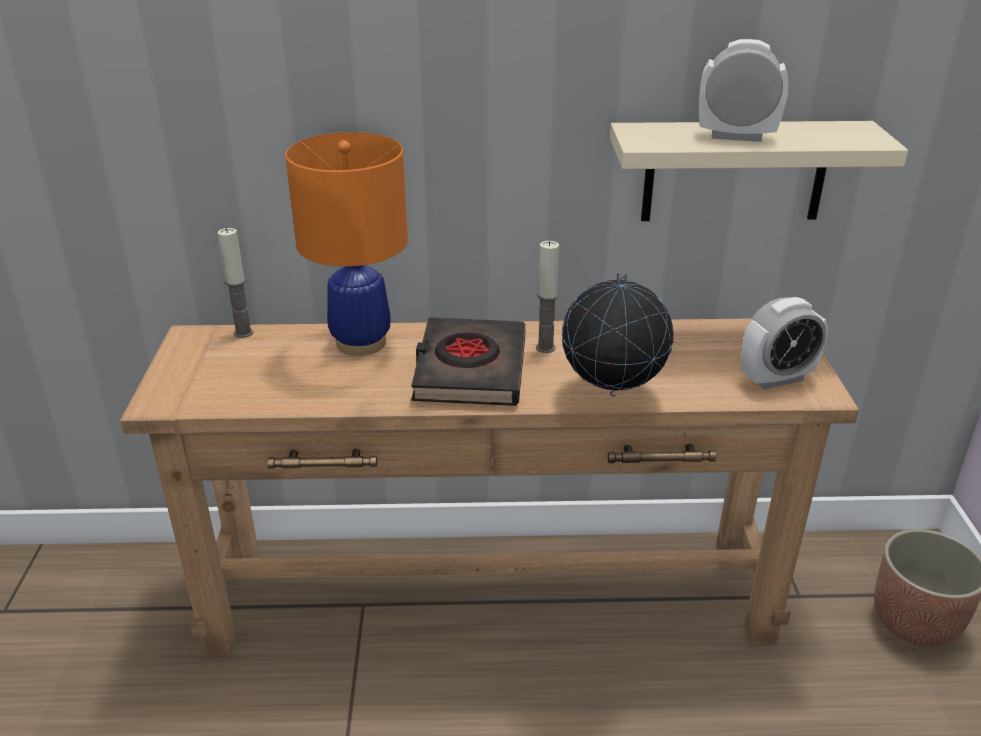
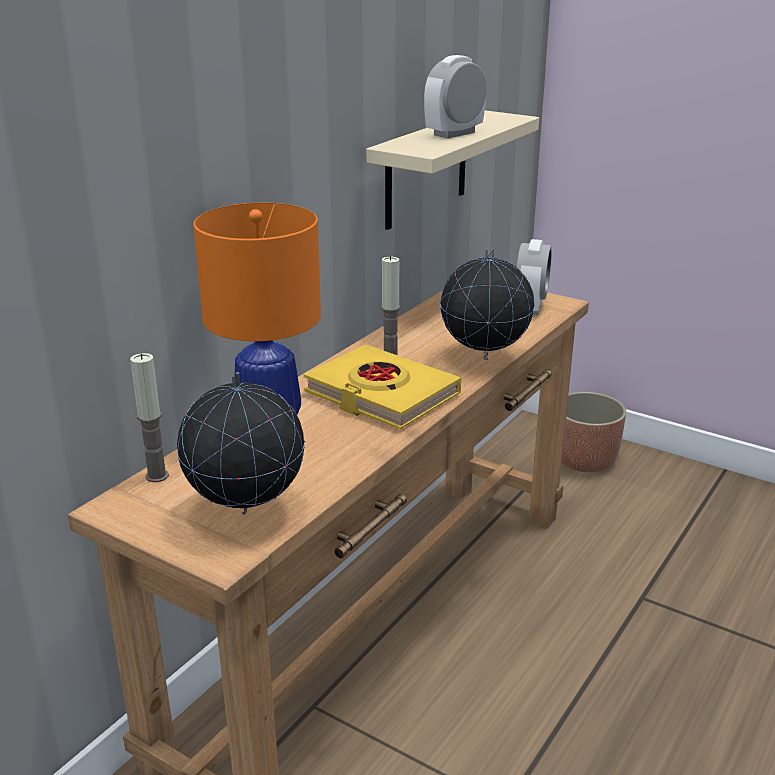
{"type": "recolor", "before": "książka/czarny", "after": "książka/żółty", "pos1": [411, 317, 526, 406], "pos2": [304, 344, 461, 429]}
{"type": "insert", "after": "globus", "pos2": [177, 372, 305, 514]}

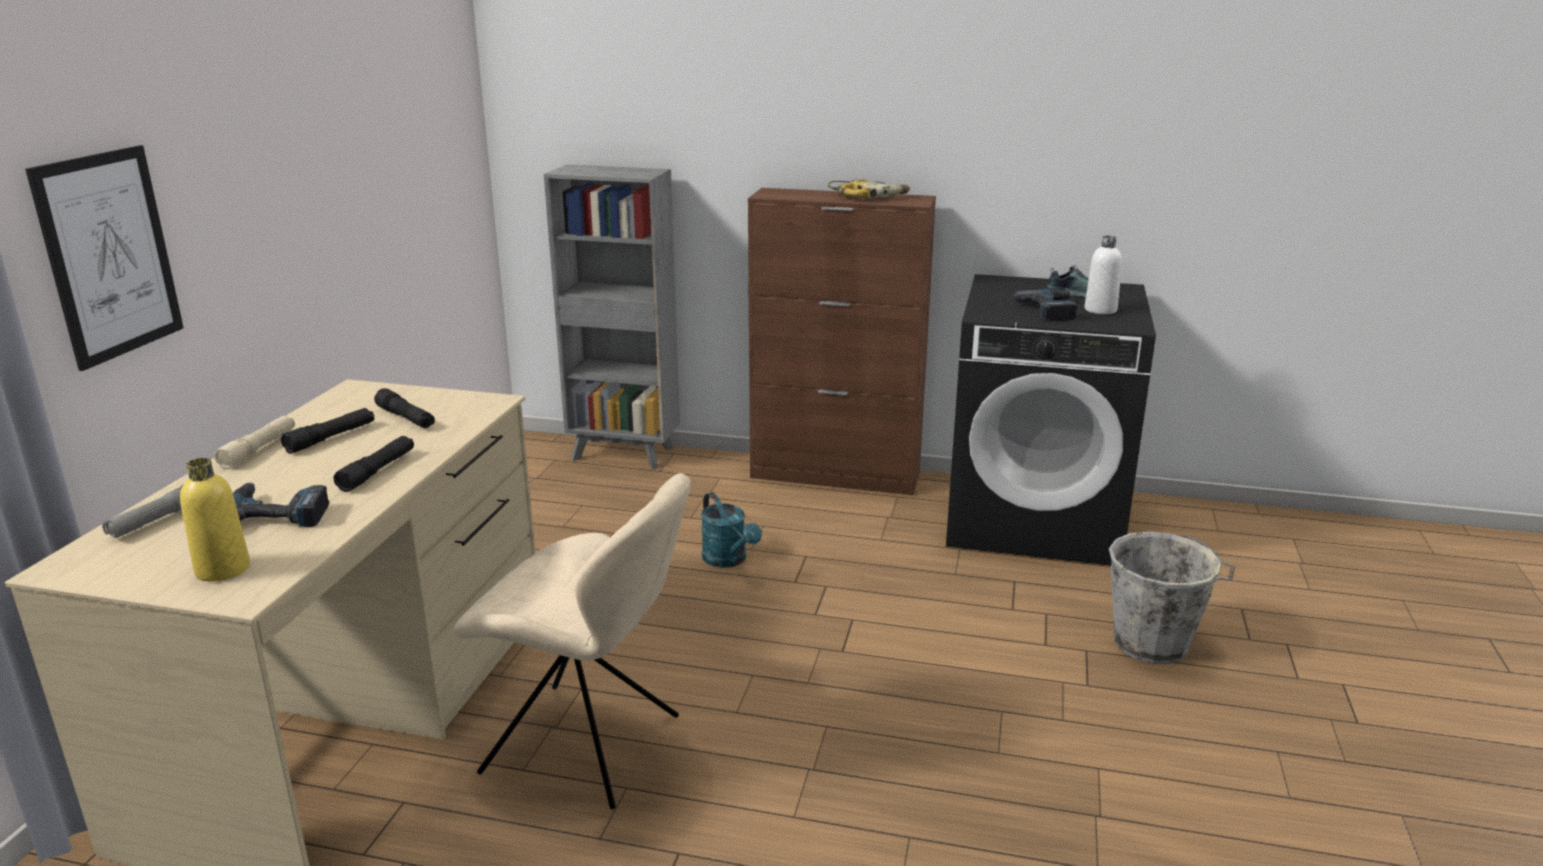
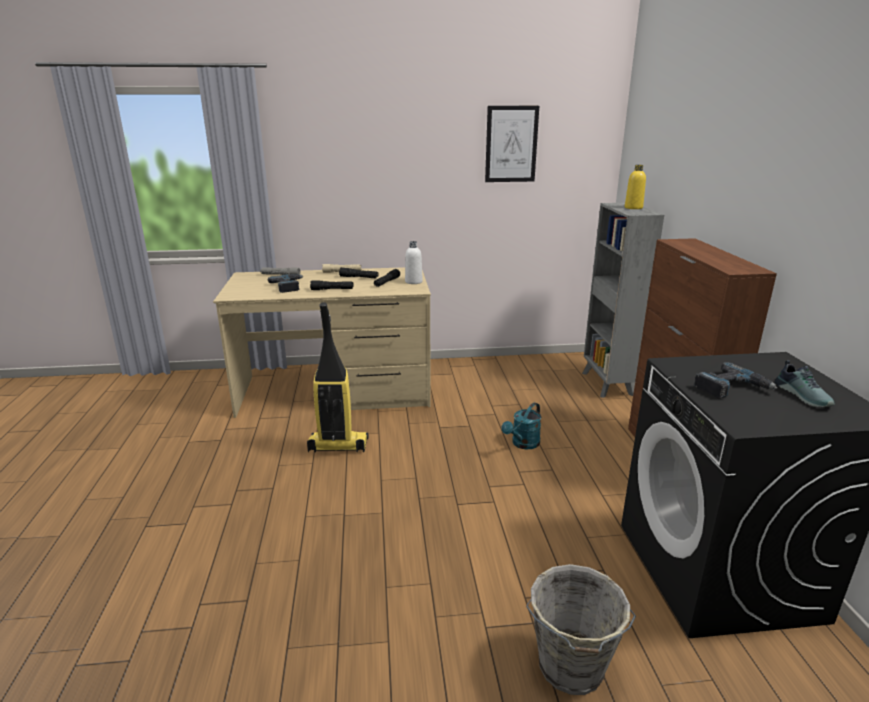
{"type": "move", "before": "obraz", "pos1": [25, 145, 184, 371], "pos2": [485, 106, 539, 182]}
{"type": "delete", "before": "wiertarka", "pos1": [828, 179, 910, 199]}
{"type": "move", "before": "butelka/biały", "pos1": [1085, 236, 1122, 314], "pos2": [405, 241, 423, 284]}
{"type": "move", "before": "butelka/żółty", "pos1": [180, 458, 250, 582], "pos2": [625, 165, 646, 209]}
{"type": "replace", "before": "krzesło/beżowy", "after": "odkurzacz", "pos1": [453, 473, 691, 809], "pos2": [307, 302, 368, 452]}

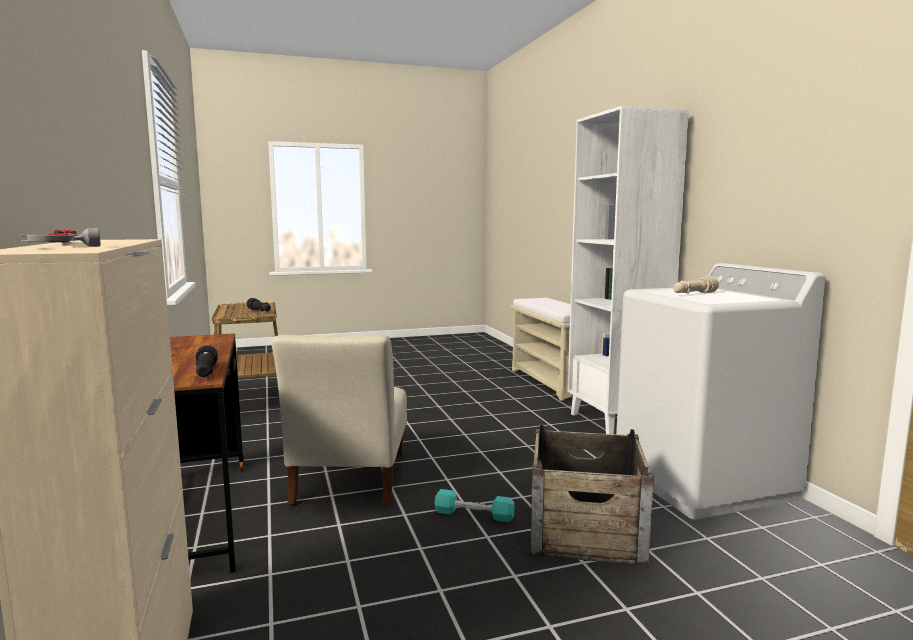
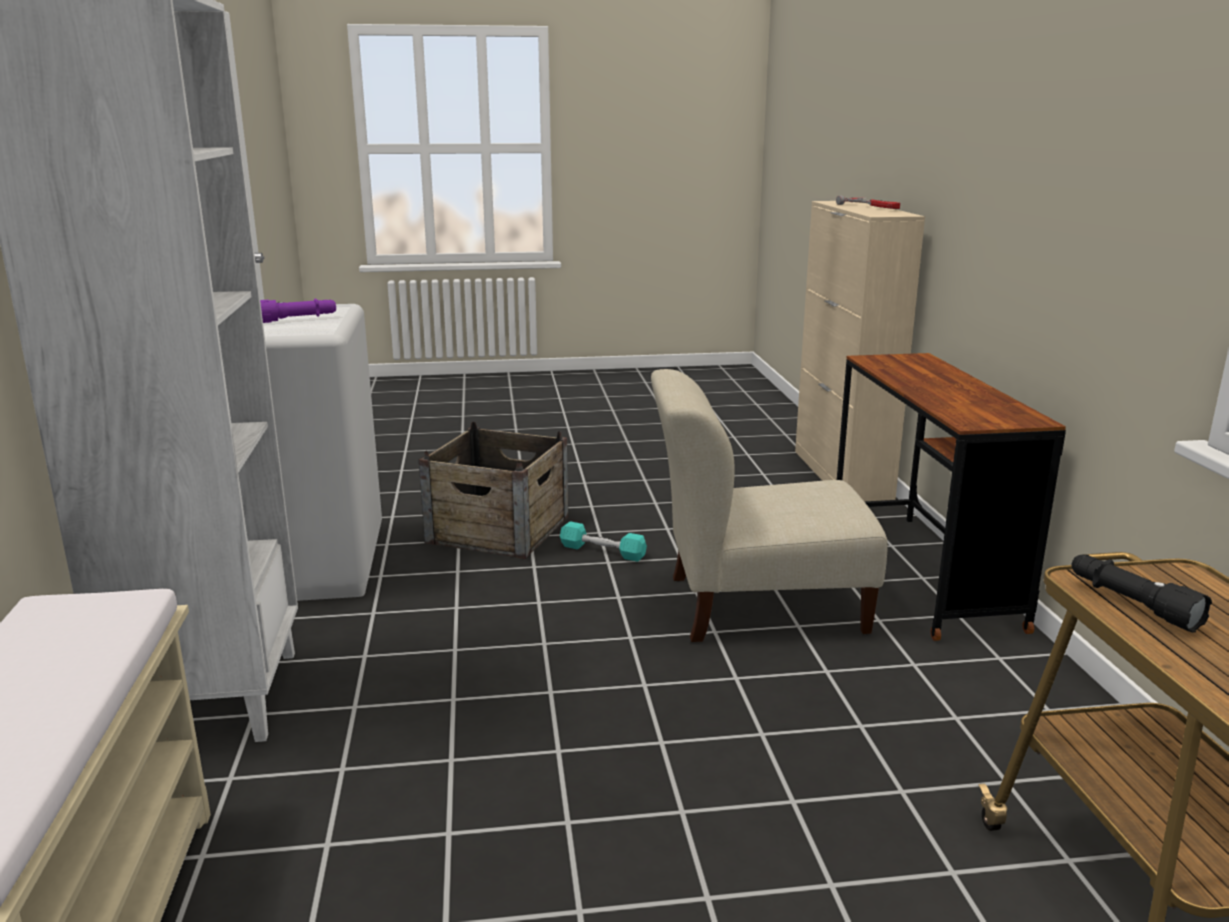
{"type": "recolor", "before": "latarka/beżowy", "after": "latarka/fioletowy", "pos1": [673, 276, 719, 294], "pos2": [260, 298, 336, 323]}
{"type": "rotate", "before": "krzesło/beżowy", "pos1": [271, 335, 407, 505], "pos2": [651, 369, 888, 642], "turn": -105}
{"type": "delete", "before": "latarka/czarny", "pos1": [196, 345, 218, 377]}

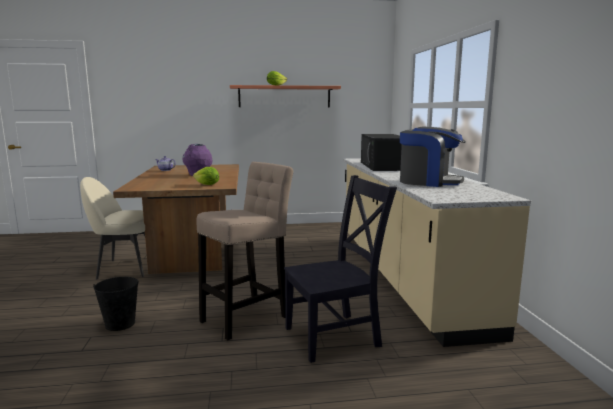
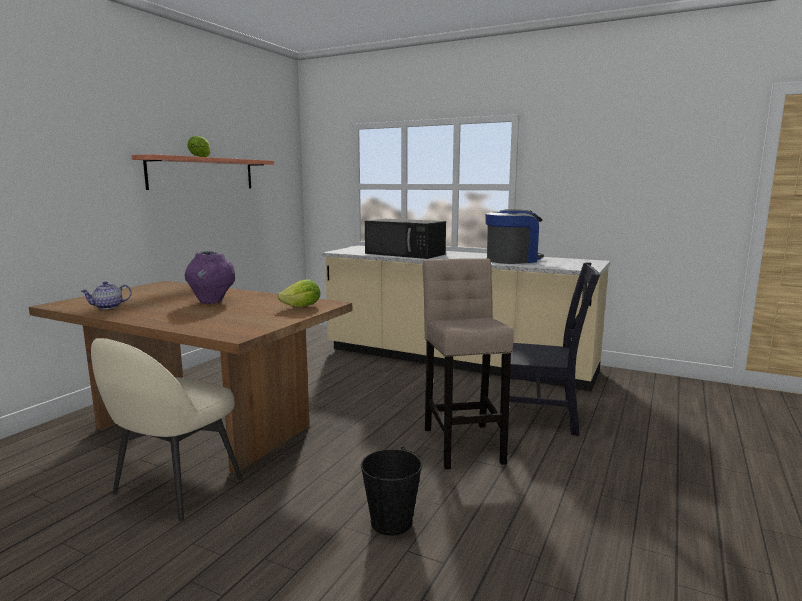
{"type": "rotate", "before": "krzesło/czarny", "pos1": [284, 175, 397, 363], "pos2": [499, 262, 600, 436], "turn": 90}

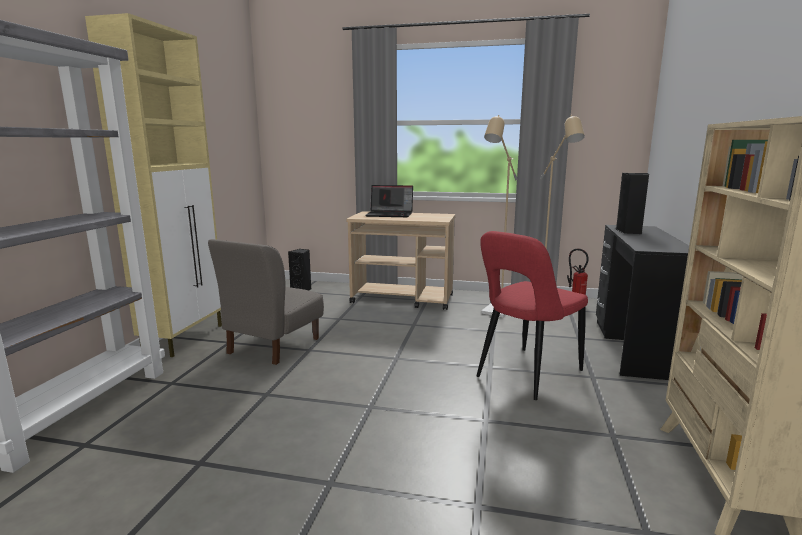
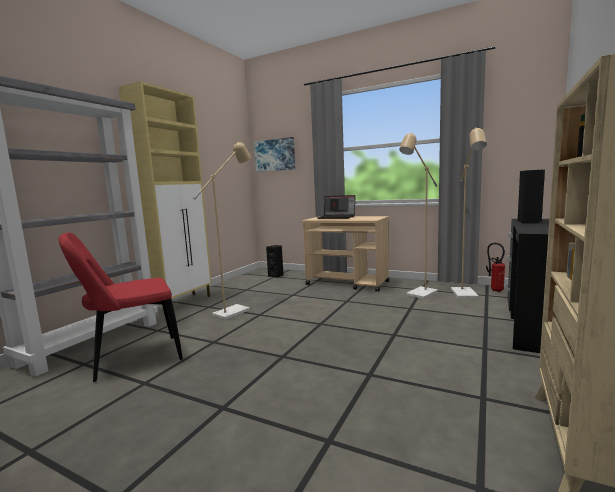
{"type": "move", "before": "krzesło/czerwony", "pos1": [477, 231, 588, 400], "pos2": [58, 232, 183, 382]}
{"type": "replace", "before": "krzesło/szary", "after": "lampa stojąca/beżowy", "pos1": [208, 239, 324, 365], "pos2": [193, 141, 251, 320]}
{"type": "insert", "after": "obraz", "pos2": [254, 137, 295, 172]}

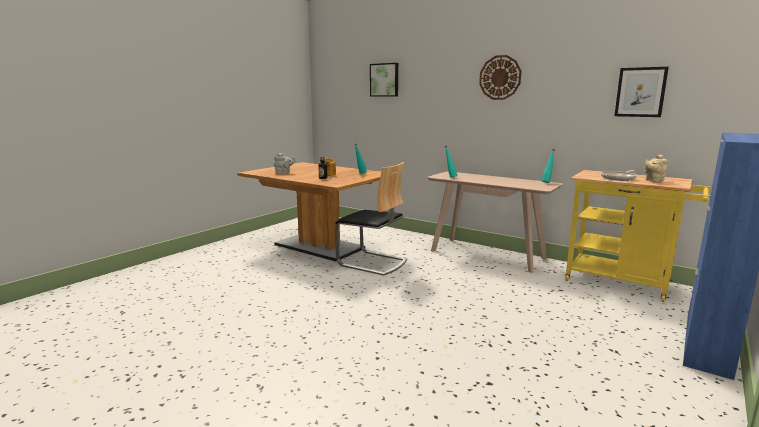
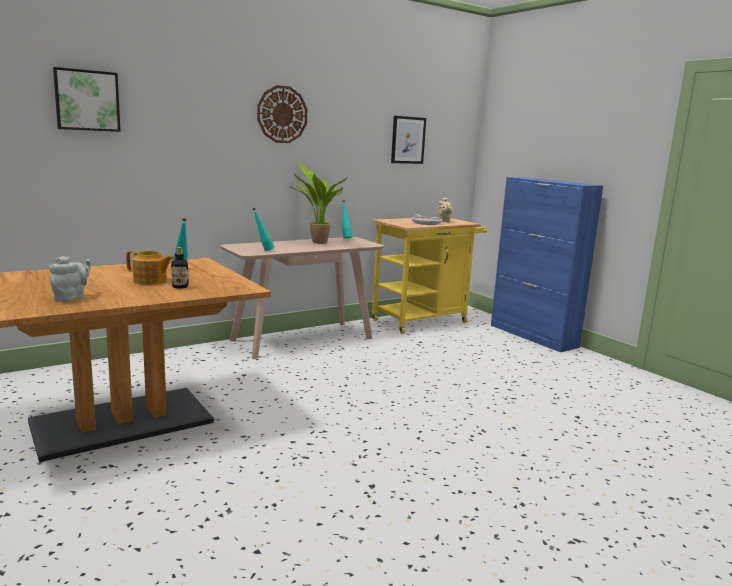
{"type": "delete", "before": "krzesło", "pos1": [335, 162, 407, 276]}
{"type": "insert", "after": "roślina doniczkowa", "pos2": [287, 161, 348, 244]}

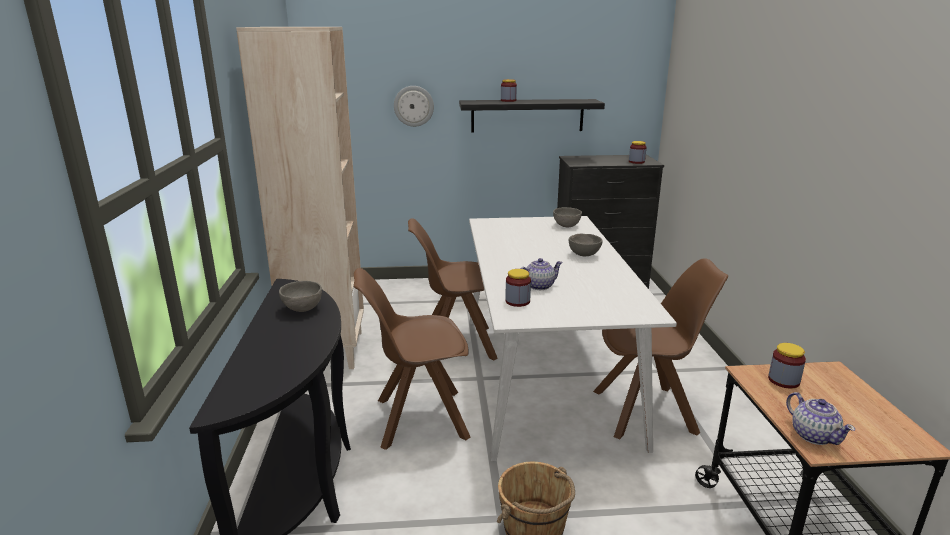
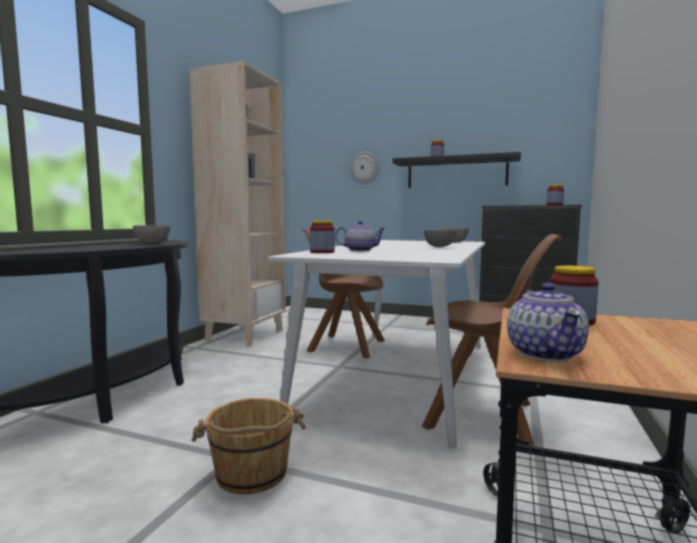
{"type": "delete", "before": "krzesło/brązowy", "pos1": [354, 268, 470, 450]}

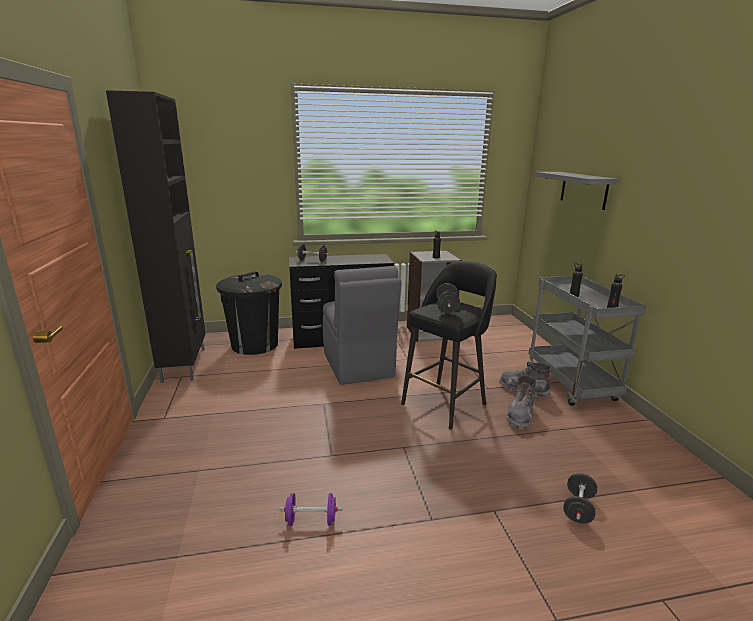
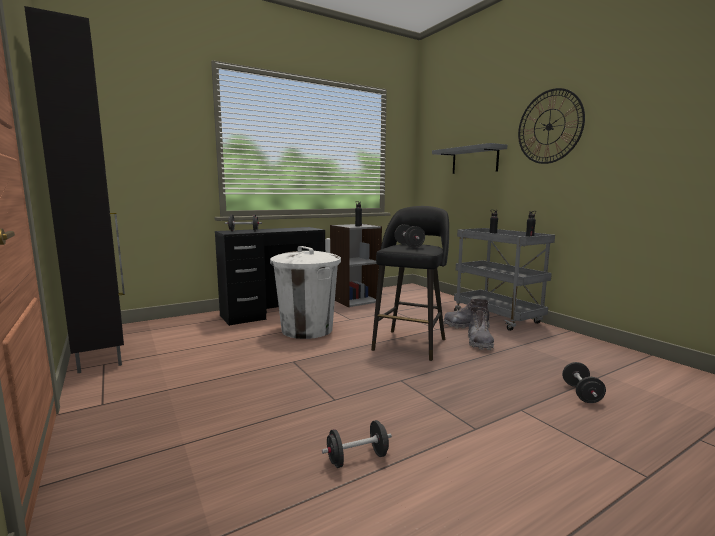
{"type": "replace", "before": "krzesło/szary", "after": "kosz na śmieci/biały", "pos1": [323, 266, 402, 385], "pos2": [270, 246, 341, 339]}
{"type": "delete", "before": "kosz na śmieci/czarny", "pos1": [216, 271, 282, 355]}
{"type": "recolor", "before": "hantel/fioletowy", "after": "hantel/czarny", "pos1": [279, 493, 342, 526], "pos2": [322, 420, 392, 468]}
{"type": "insert", "after": "zegar ścienny", "pos2": [518, 88, 585, 164]}

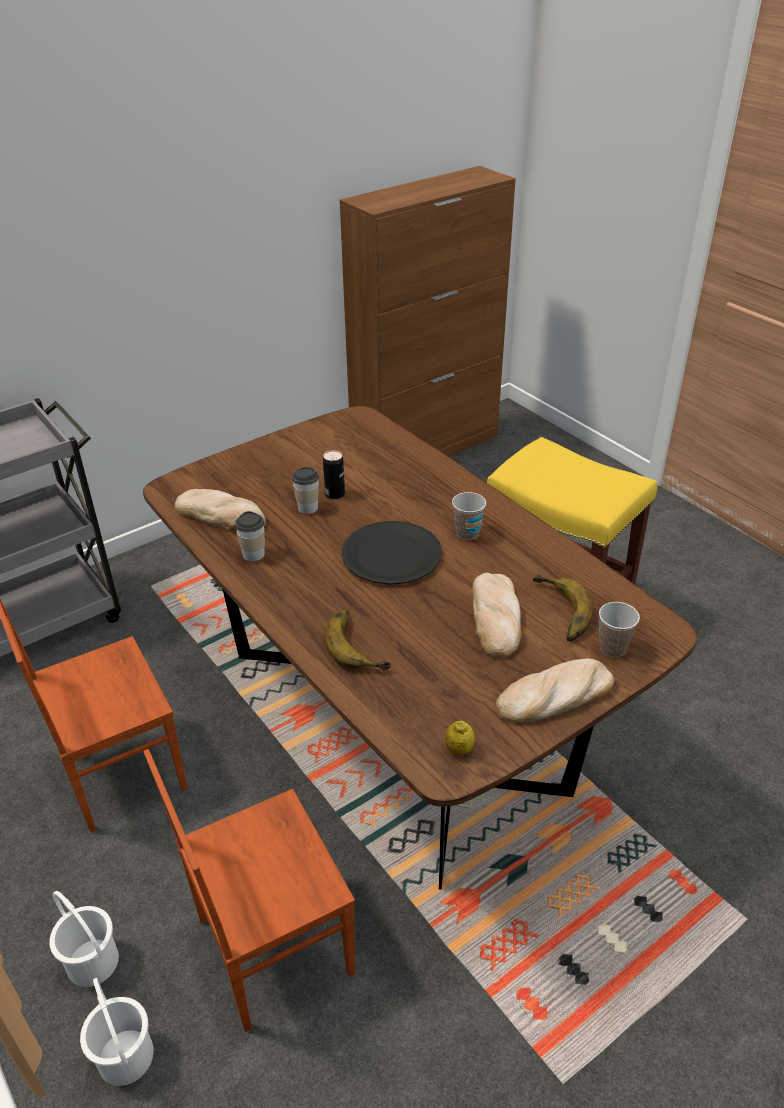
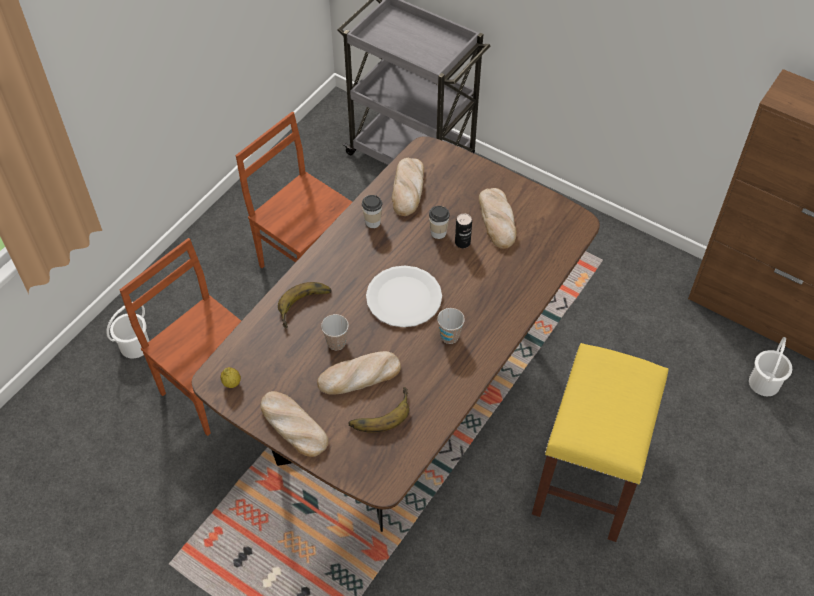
{"type": "recolor", "before": "talerz/czarny", "after": "talerz/biały", "pos1": [342, 521, 442, 585], "pos2": [366, 266, 442, 327]}
{"type": "move", "before": "filiżanka", "pos1": [599, 602, 640, 657], "pos2": [321, 314, 349, 351]}
{"type": "move", "before": "wiadro/biały", "pos1": [49, 891, 119, 987], "pos2": [749, 337, 792, 396]}
{"type": "insert", "after": "chleb", "pos2": [479, 188, 516, 249]}

